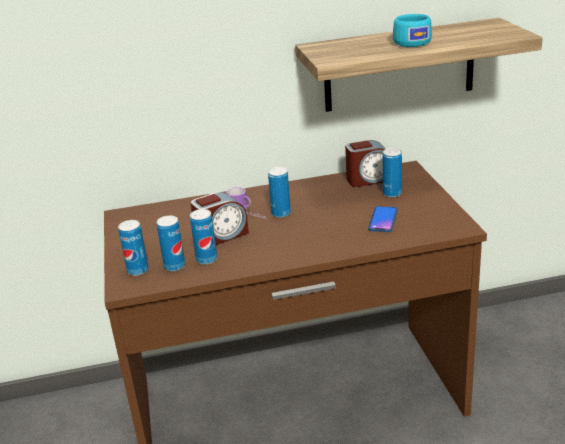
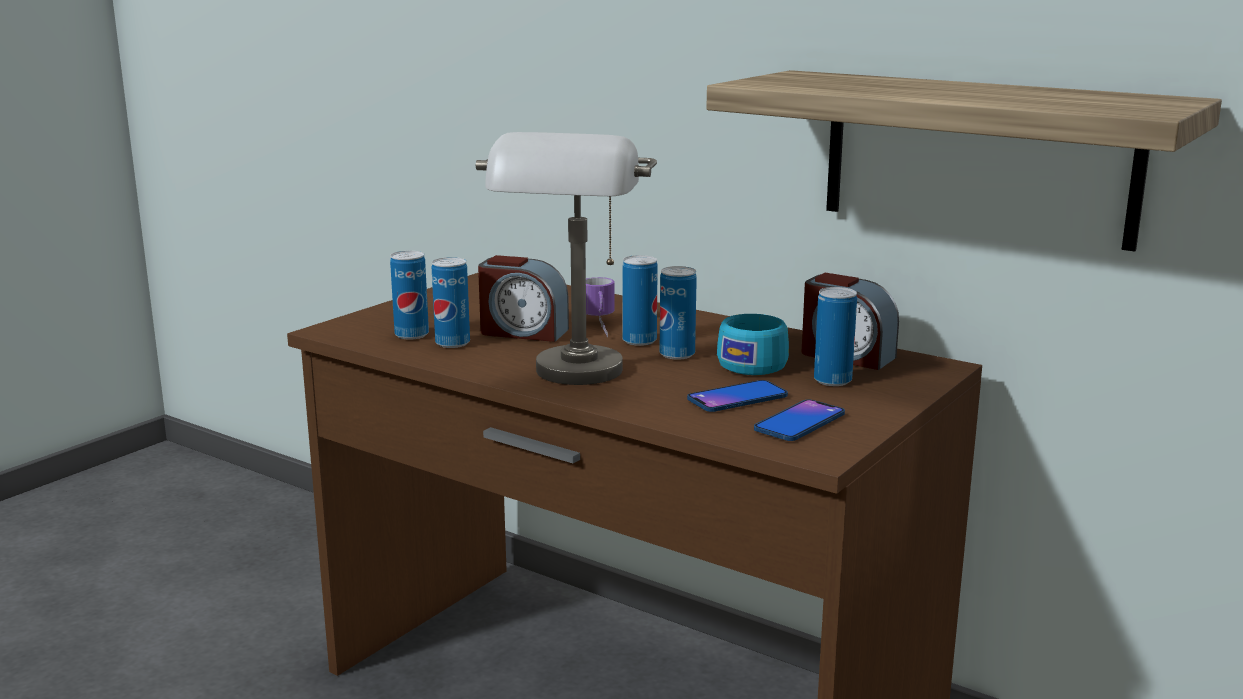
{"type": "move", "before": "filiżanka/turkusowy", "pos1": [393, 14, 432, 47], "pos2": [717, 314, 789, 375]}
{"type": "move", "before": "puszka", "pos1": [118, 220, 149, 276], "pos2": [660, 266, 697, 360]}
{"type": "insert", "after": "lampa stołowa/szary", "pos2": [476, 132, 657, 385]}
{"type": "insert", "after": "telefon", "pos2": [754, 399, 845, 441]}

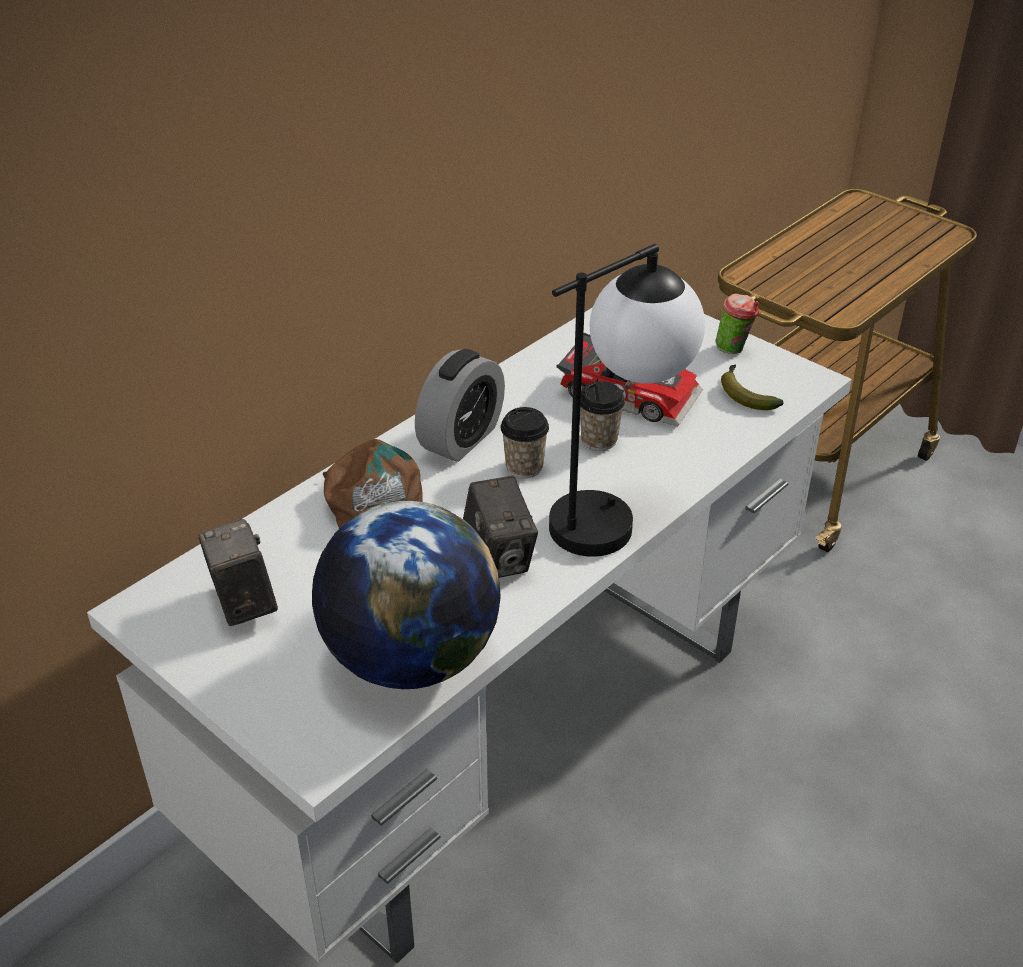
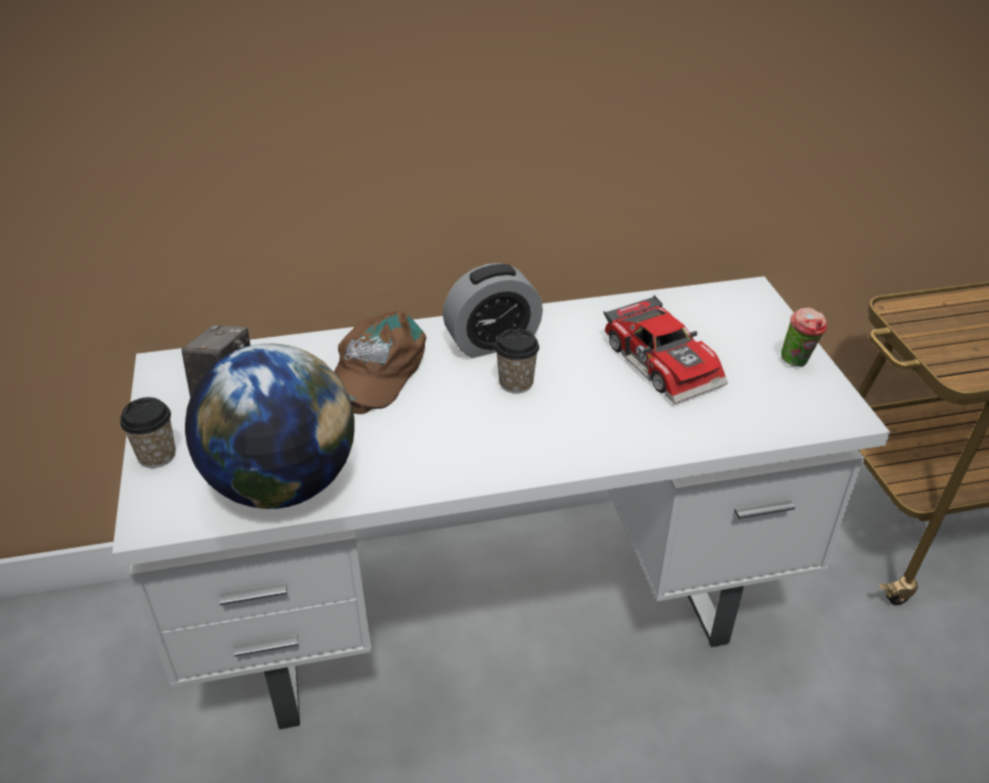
{"type": "delete", "before": "lampa stołowa", "pos1": [549, 244, 705, 557]}
{"type": "delete", "before": "banan", "pos1": [721, 364, 784, 410]}
{"type": "move", "before": "filiżanka", "pos1": [580, 381, 625, 451], "pos2": [120, 397, 176, 468]}
{"type": "delete", "before": "aparat fotograficzny", "pos1": [463, 476, 538, 578]}

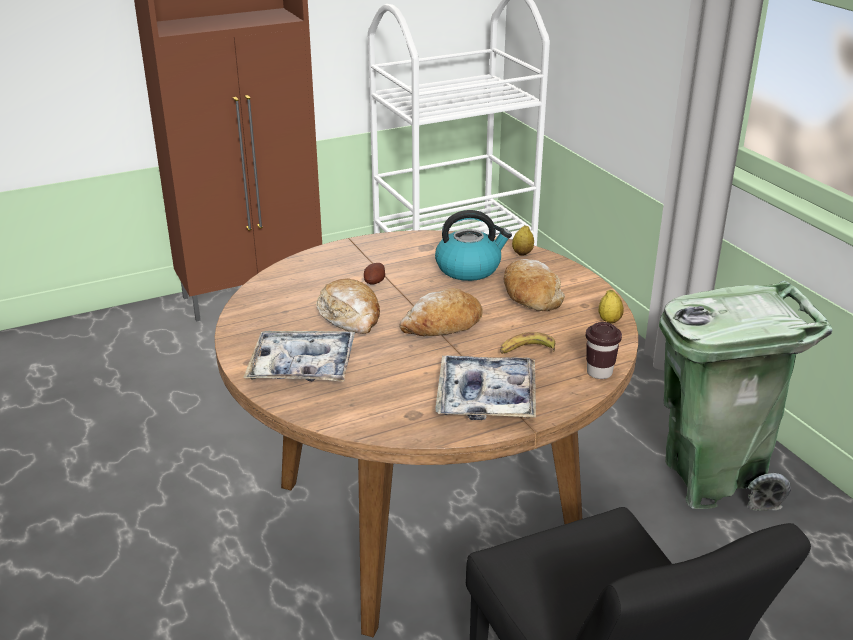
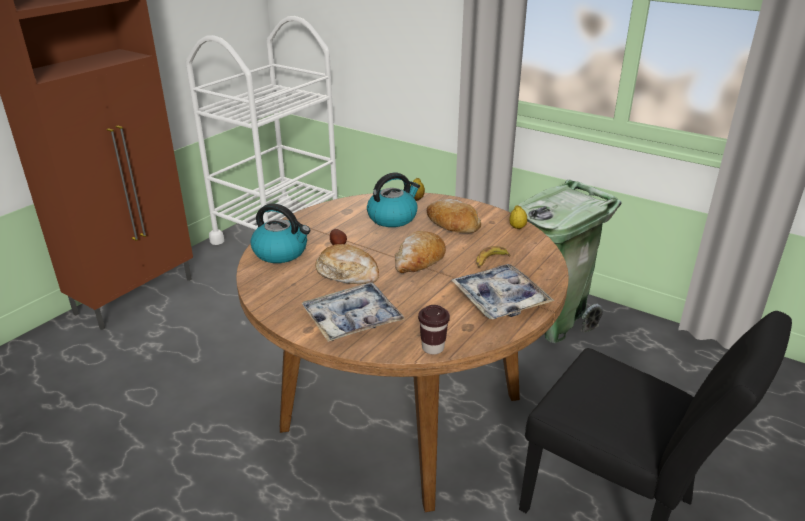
{"type": "move", "before": "filiżanka/brązowy", "pos1": [586, 322, 622, 379], "pos2": [418, 305, 450, 355]}
{"type": "insert", "after": "czajnik", "pos2": [251, 203, 310, 263]}

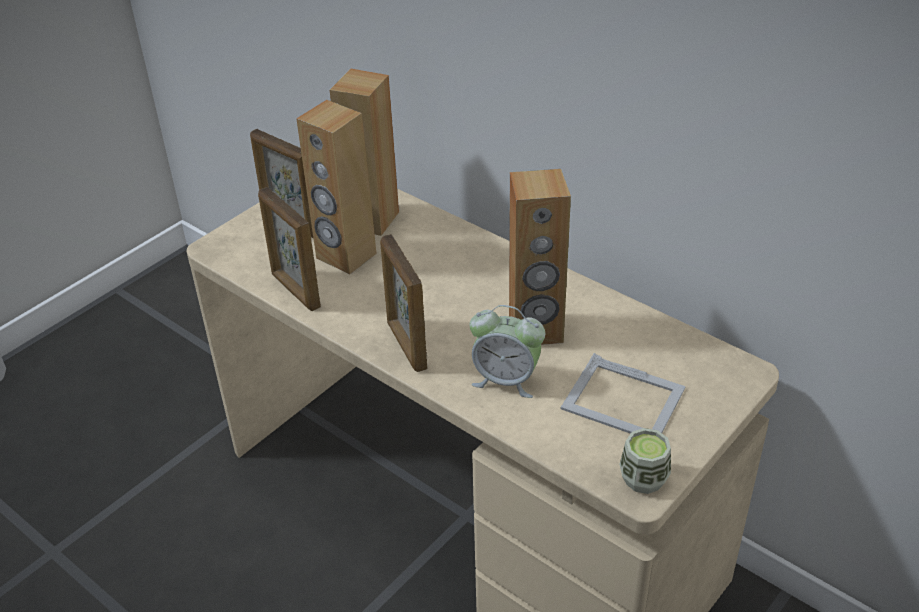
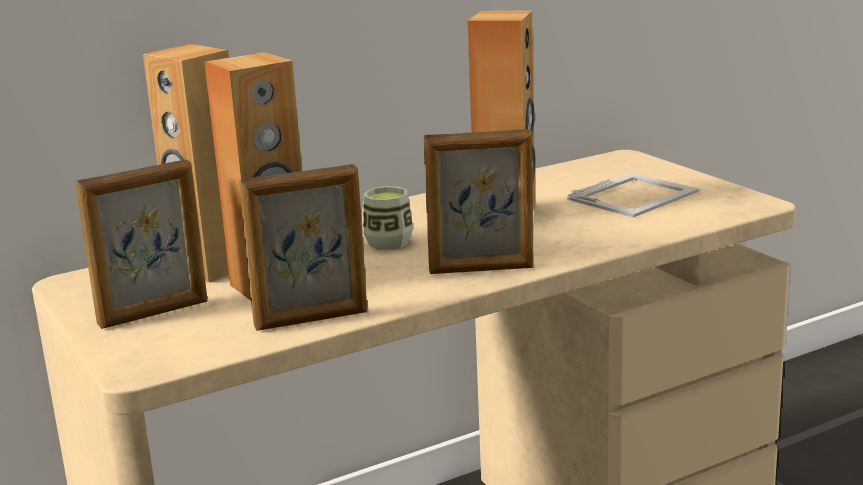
{"type": "delete", "before": "budzik", "pos1": [470, 305, 545, 398]}
{"type": "move", "before": "filiżanka", "pos1": [619, 428, 671, 494], "pos2": [363, 186, 413, 250]}

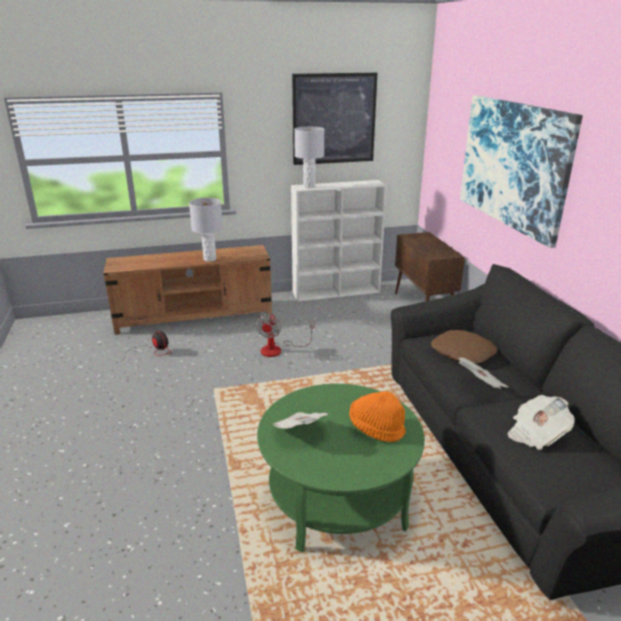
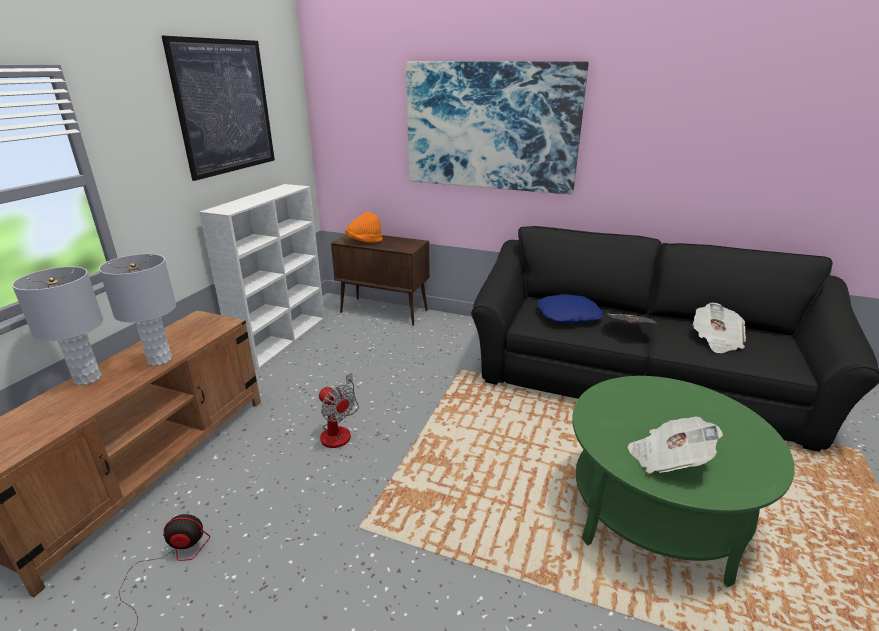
{"type": "move", "before": "lampa stołowa/szary", "pos1": [294, 127, 324, 188], "pos2": [12, 267, 103, 386]}
{"type": "recolor", "before": "poduszka/brązowy", "after": "poduszka/niebieski", "pos1": [431, 330, 497, 364], "pos2": [537, 294, 603, 324]}
{"type": "move", "before": "kapelusz/pomarańczowy", "pos1": [349, 392, 406, 442], "pos2": [345, 212, 383, 243]}

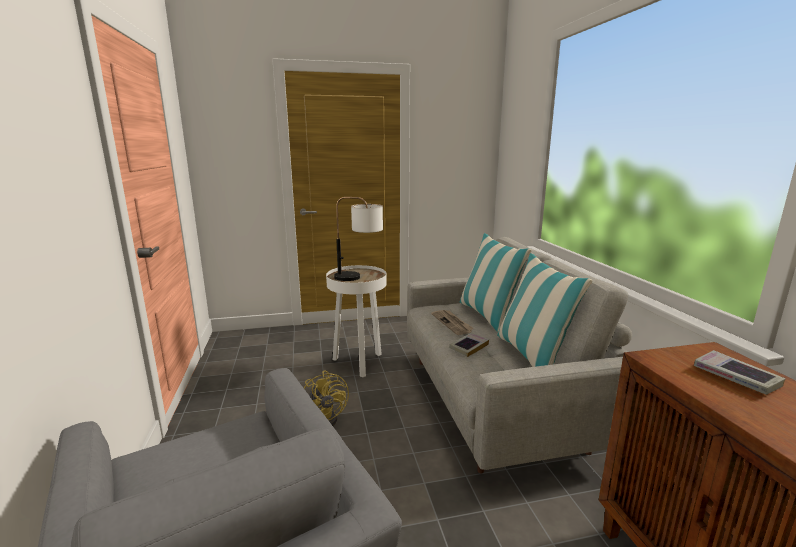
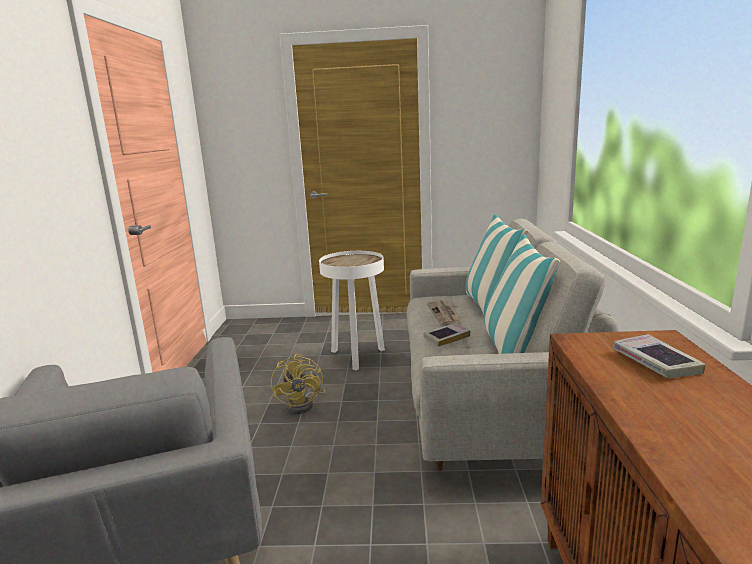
{"type": "delete", "before": "lampa stołowa", "pos1": [334, 197, 383, 281]}

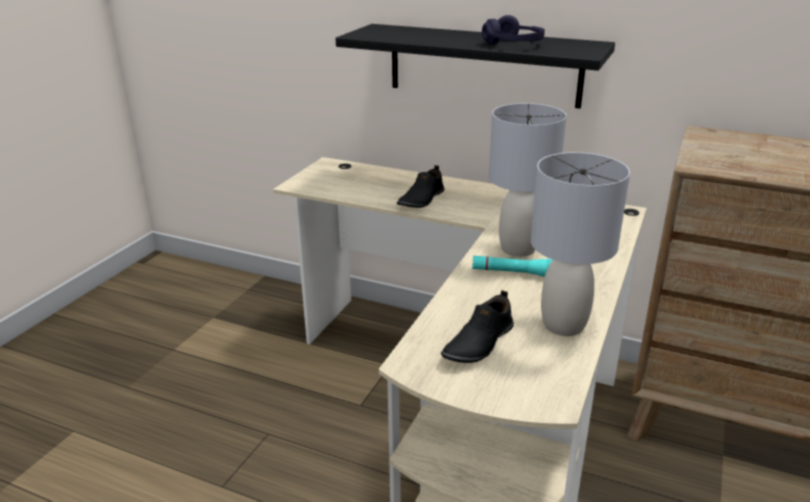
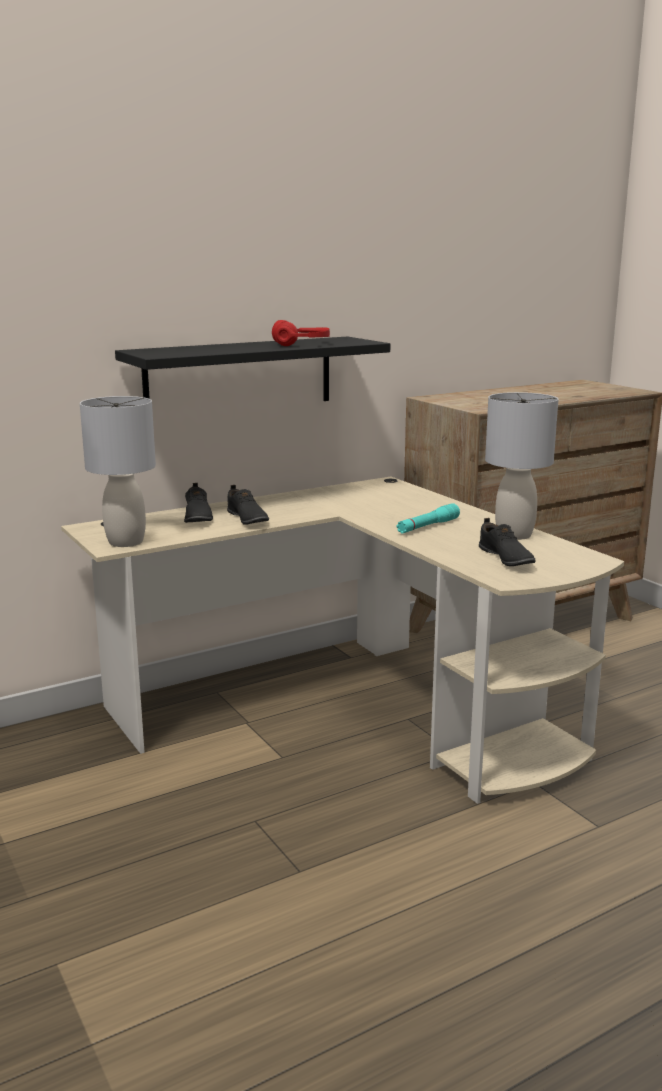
{"type": "recolor", "before": "słuchawki/fioletowy", "after": "słuchawki/czerwony", "pos1": [482, 15, 545, 45], "pos2": [272, 320, 330, 346]}
{"type": "move", "before": "lampa stołowa/szary", "pos1": [489, 103, 567, 257], "pos2": [80, 396, 156, 547]}
{"type": "insert", "after": "but/czarny", "pos2": [184, 483, 213, 523]}

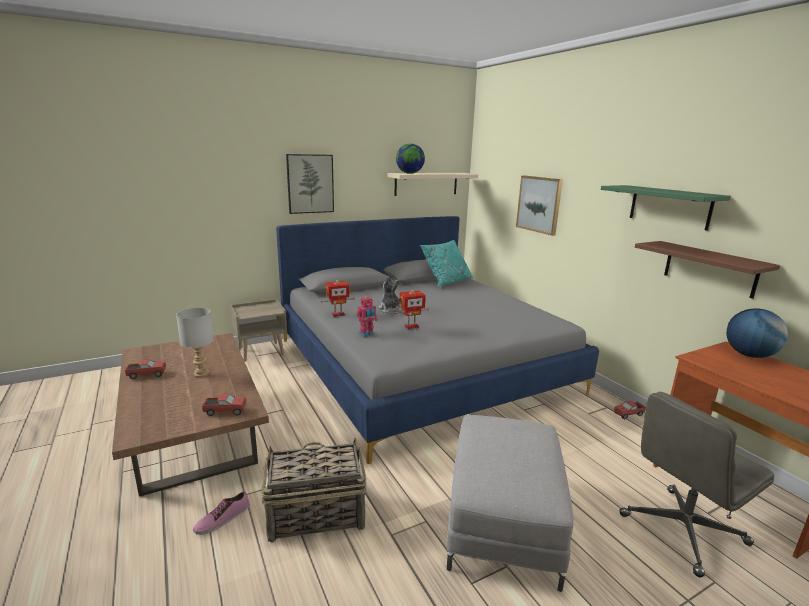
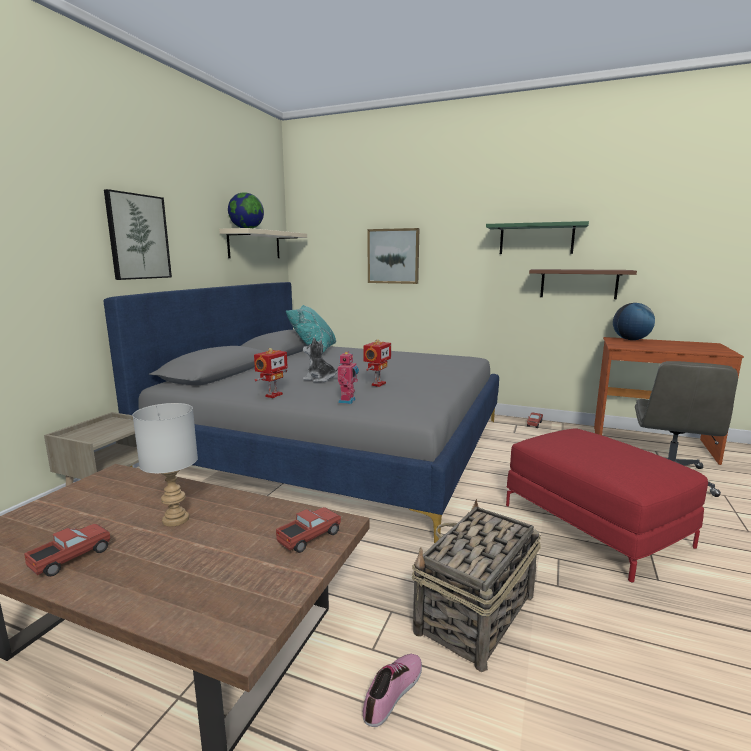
{"type": "recolor", "before": "pufa/szary", "after": "pufa/czerwony", "pos1": [447, 415, 574, 592], "pos2": [506, 428, 708, 583]}
{"type": "rotate", "before": "but", "pos1": [193, 492, 250, 535], "pos2": [363, 654, 422, 727], "turn": -150}

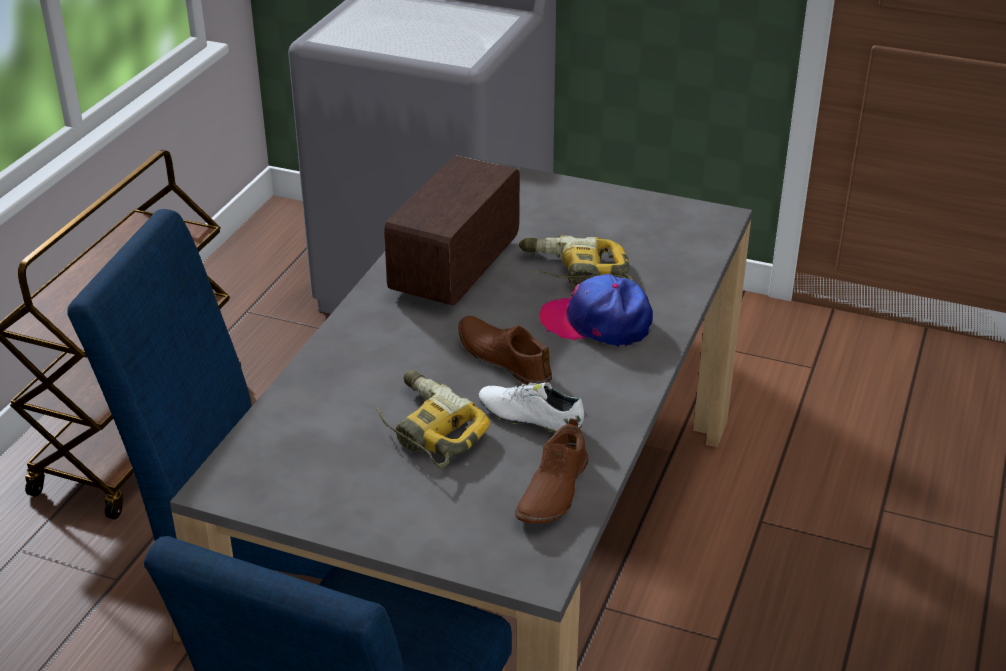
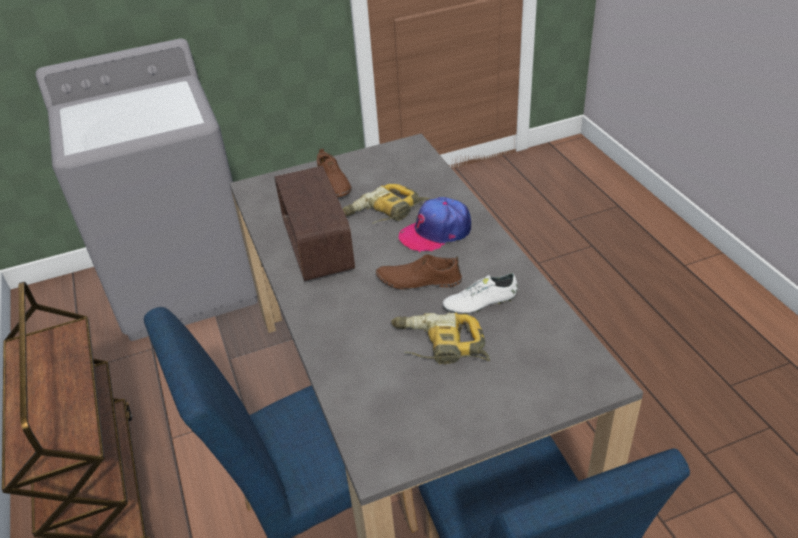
{"type": "move", "before": "but/brązowy", "pos1": [515, 418, 589, 524], "pos2": [317, 148, 352, 197]}

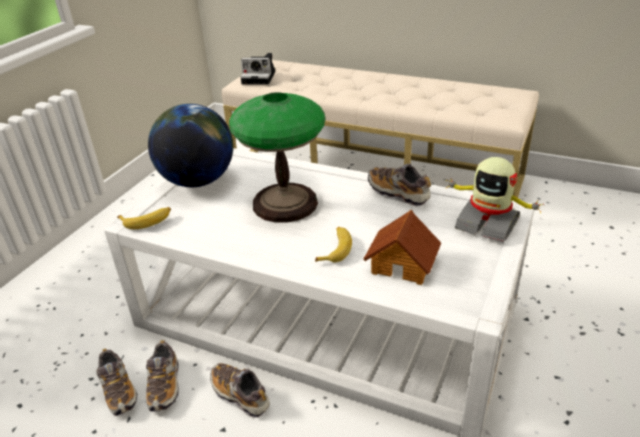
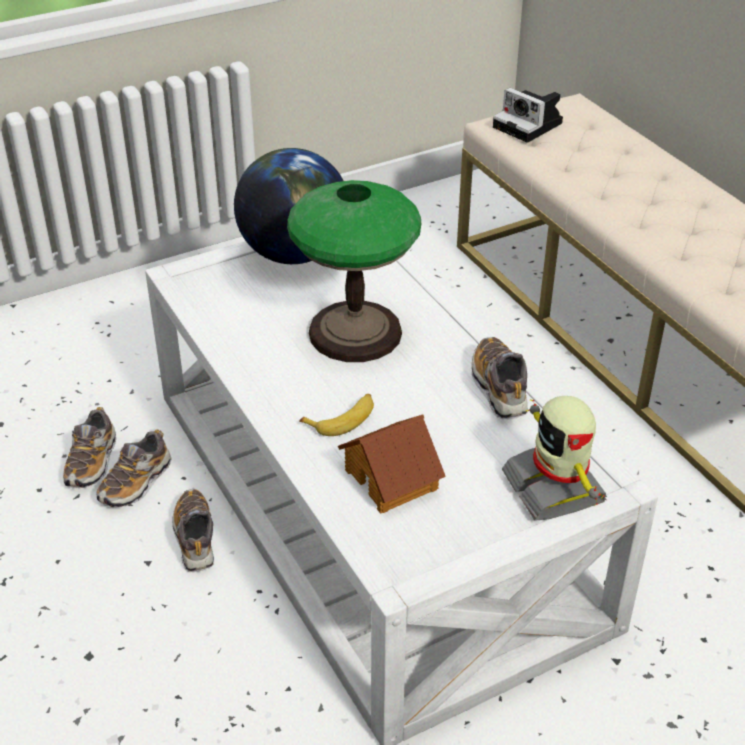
{"type": "delete", "before": "banan", "pos1": [117, 207, 171, 229]}

